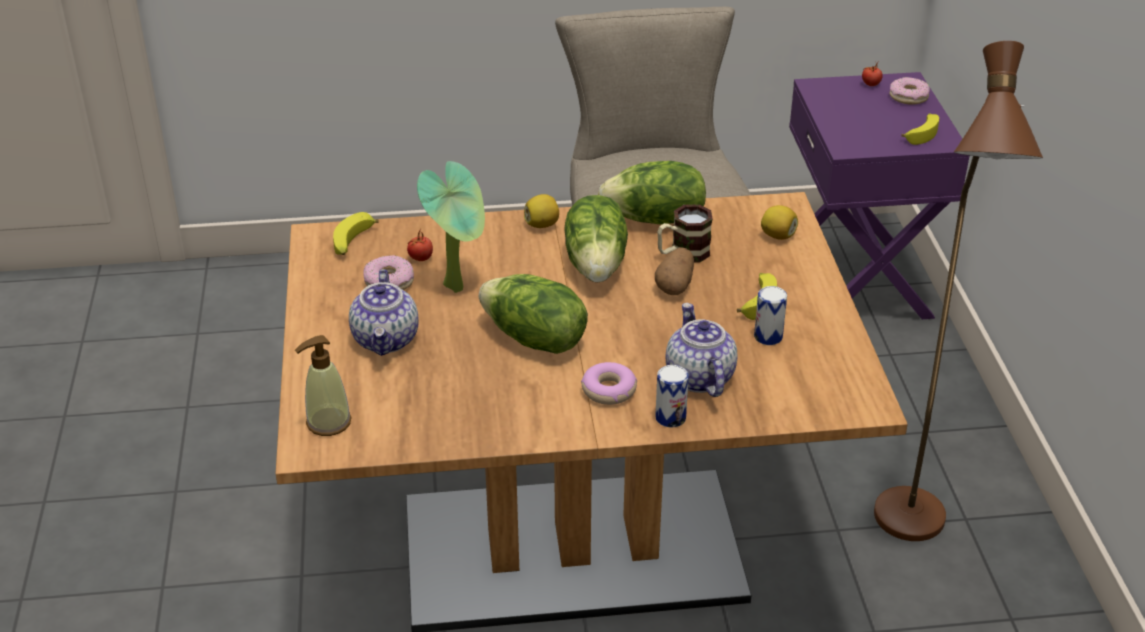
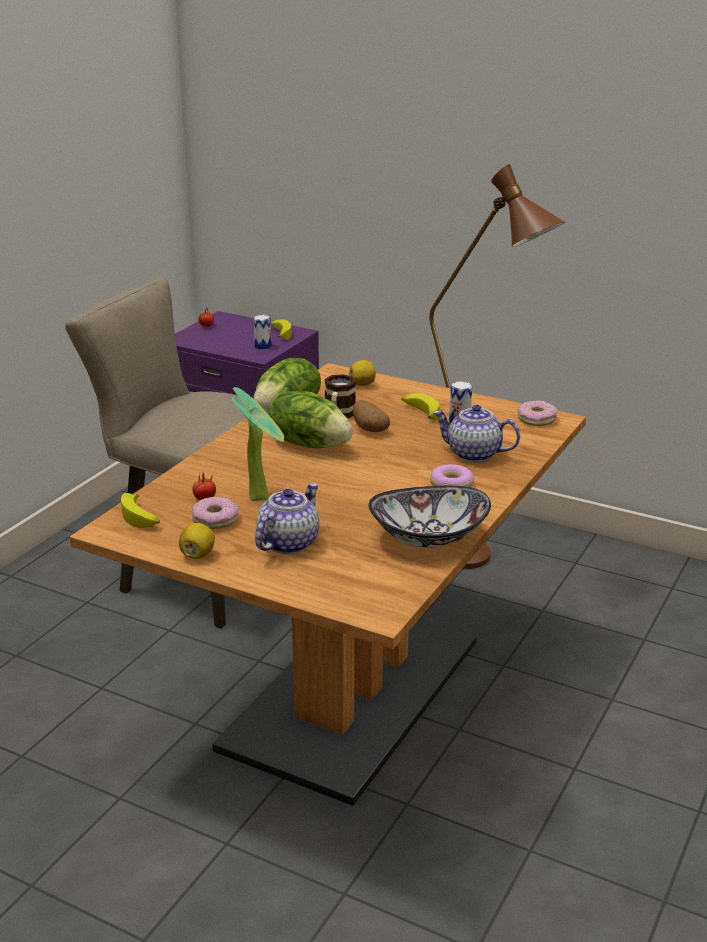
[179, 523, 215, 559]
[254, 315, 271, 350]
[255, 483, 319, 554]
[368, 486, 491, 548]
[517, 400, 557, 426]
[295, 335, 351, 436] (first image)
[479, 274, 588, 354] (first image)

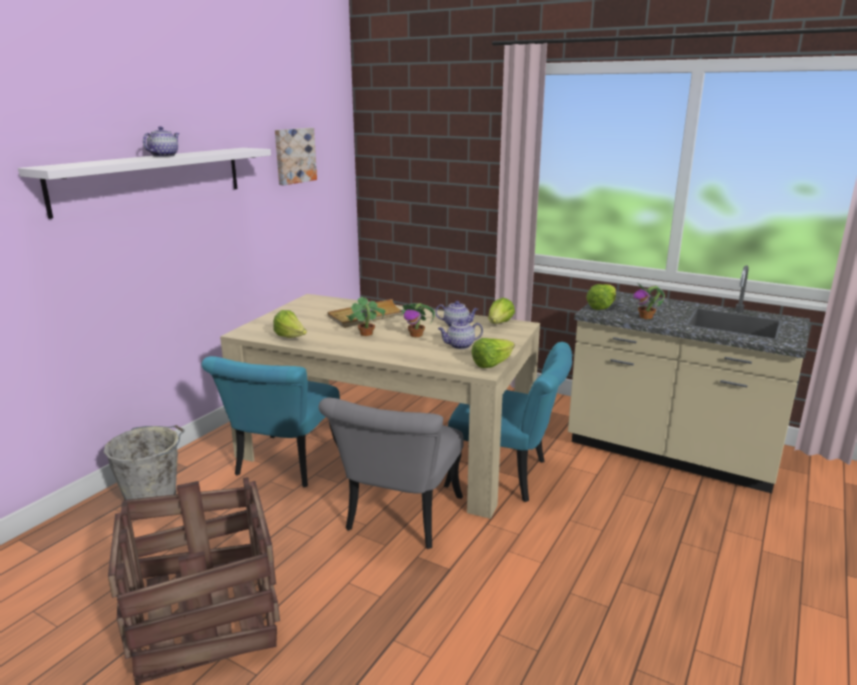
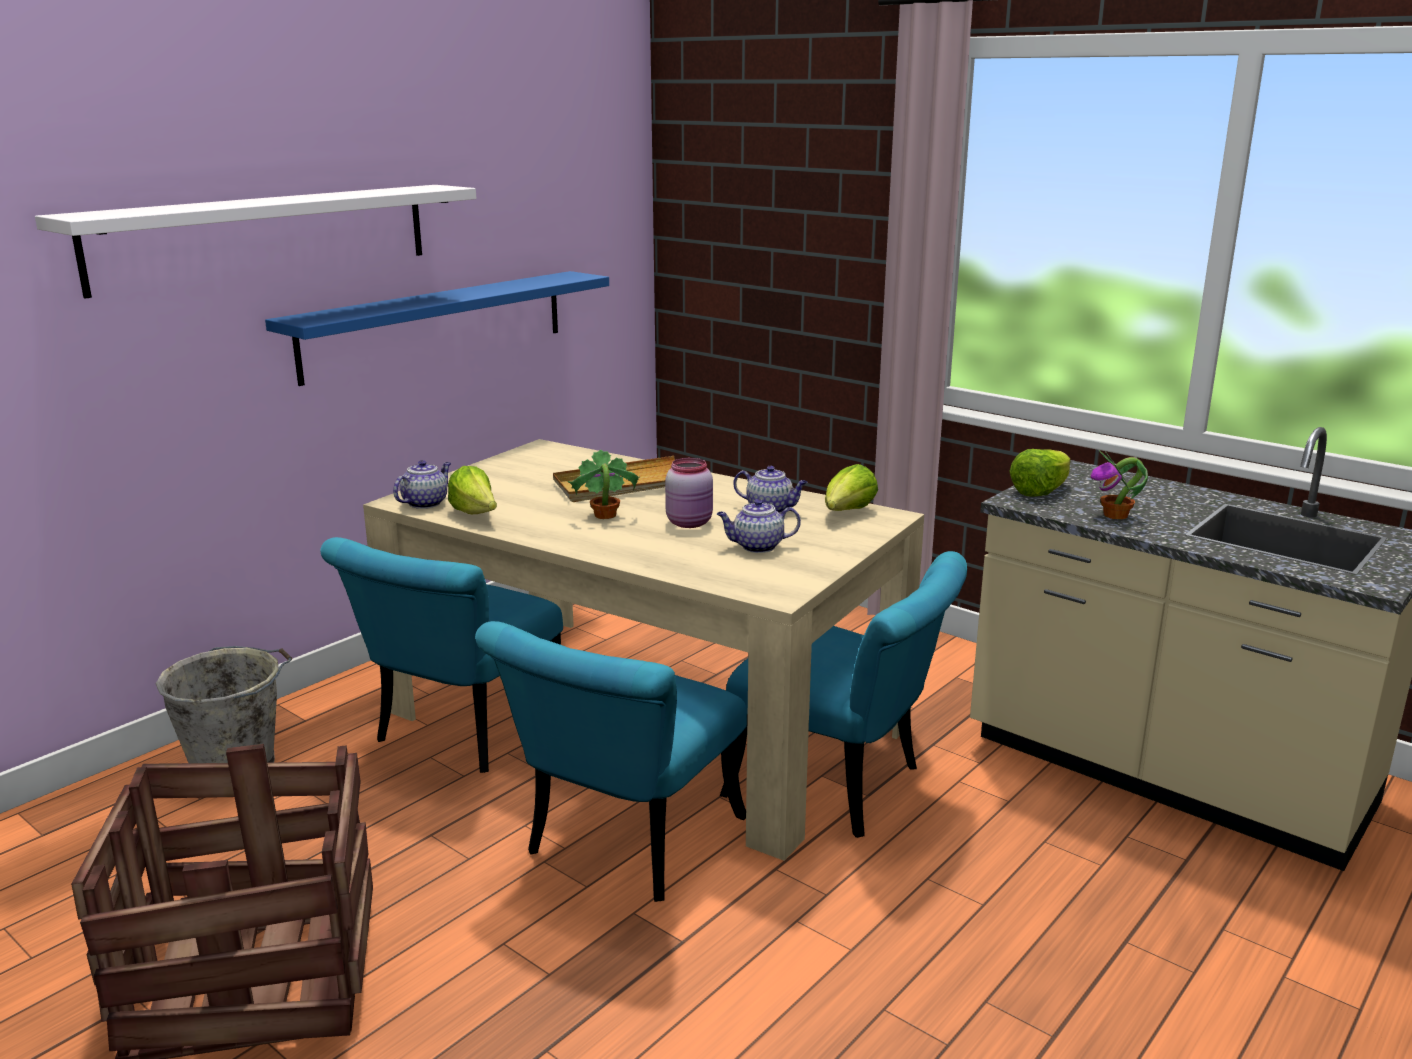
[265, 271, 609, 386]
[393, 460, 451, 509]
[475, 621, 747, 902]
[665, 458, 713, 528]
[275, 128, 317, 185] (first image)
[471, 338, 515, 368] (first image)

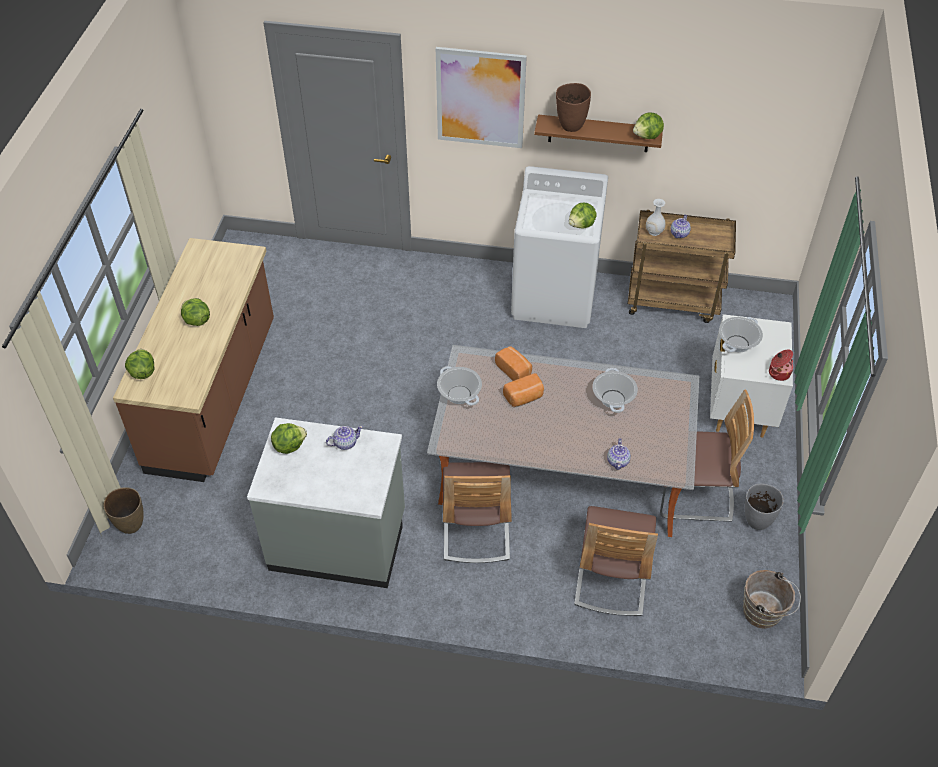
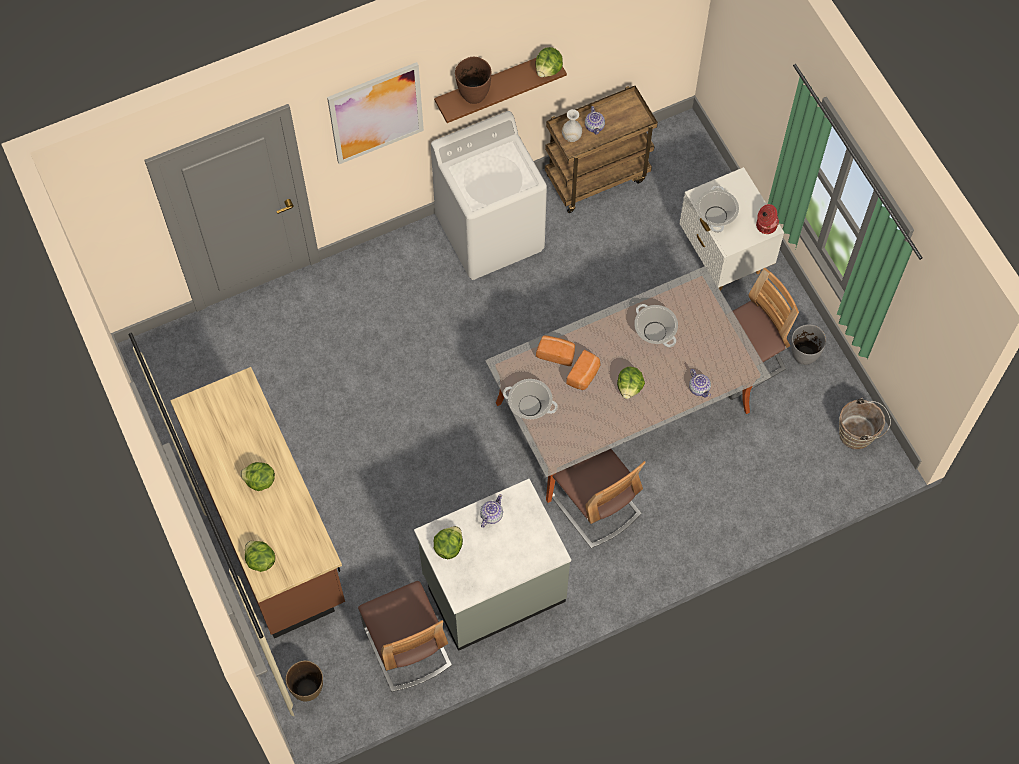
[358, 581, 452, 692]
[617, 367, 645, 399]

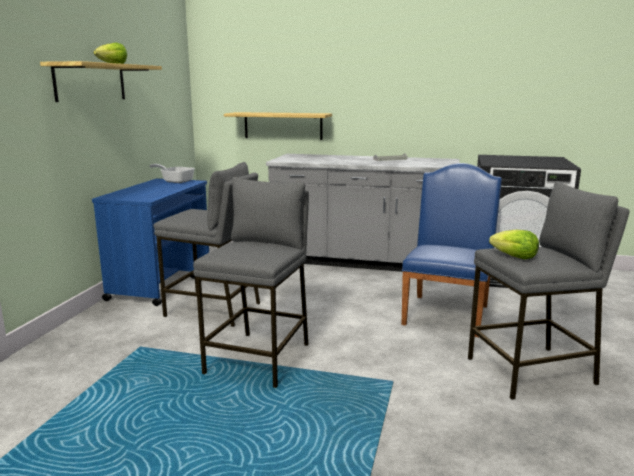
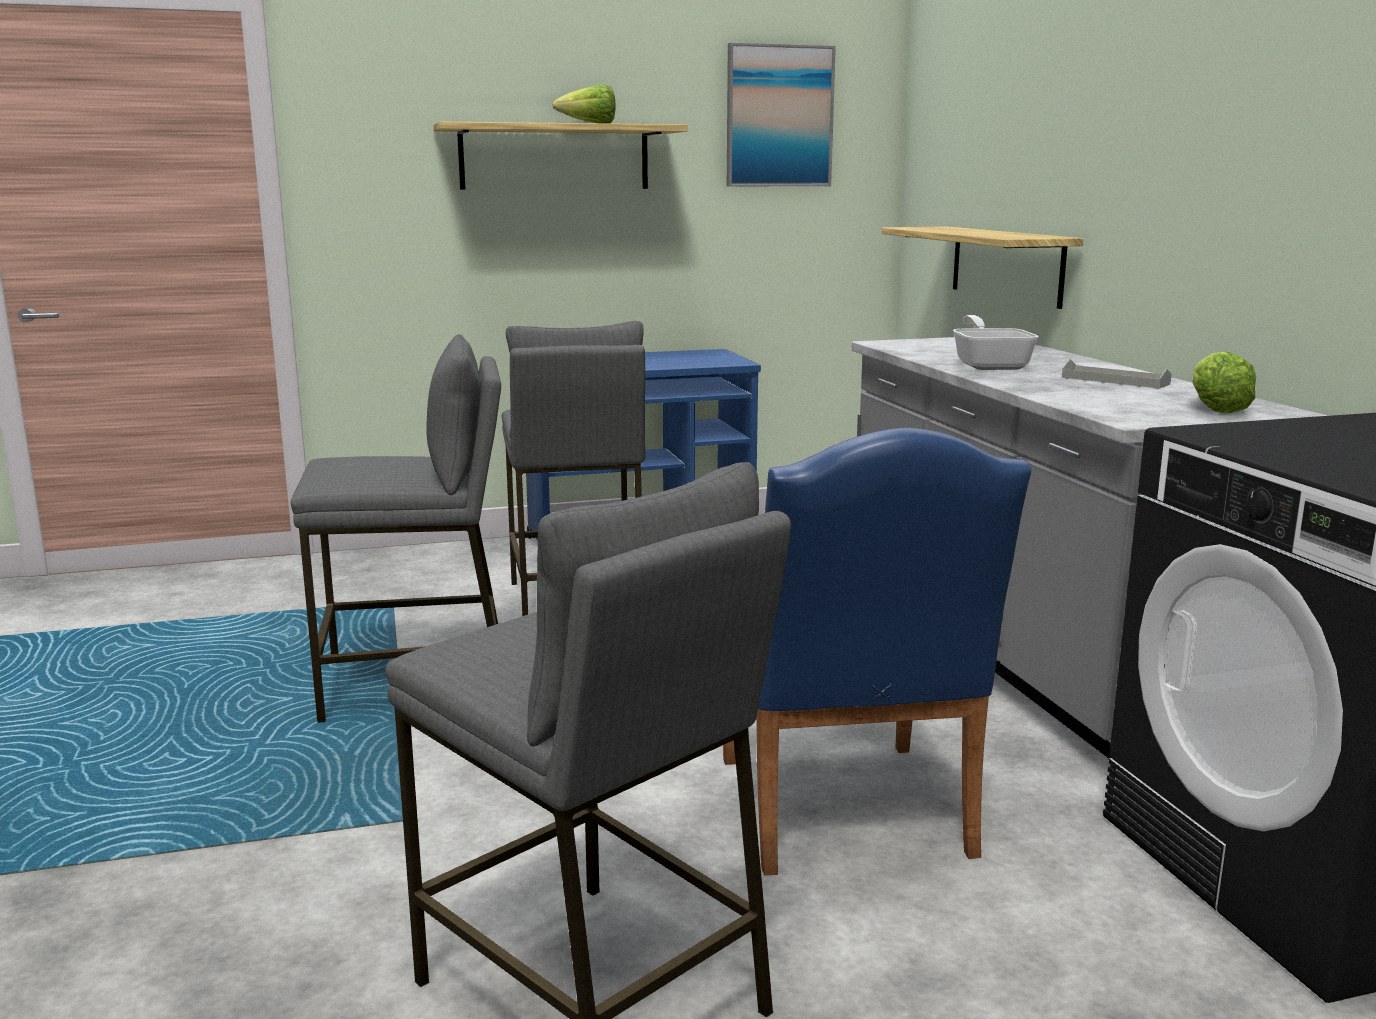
[723, 428, 1031, 876]
[727, 43, 836, 186]
[953, 315, 1039, 370]
[1192, 351, 1256, 414]

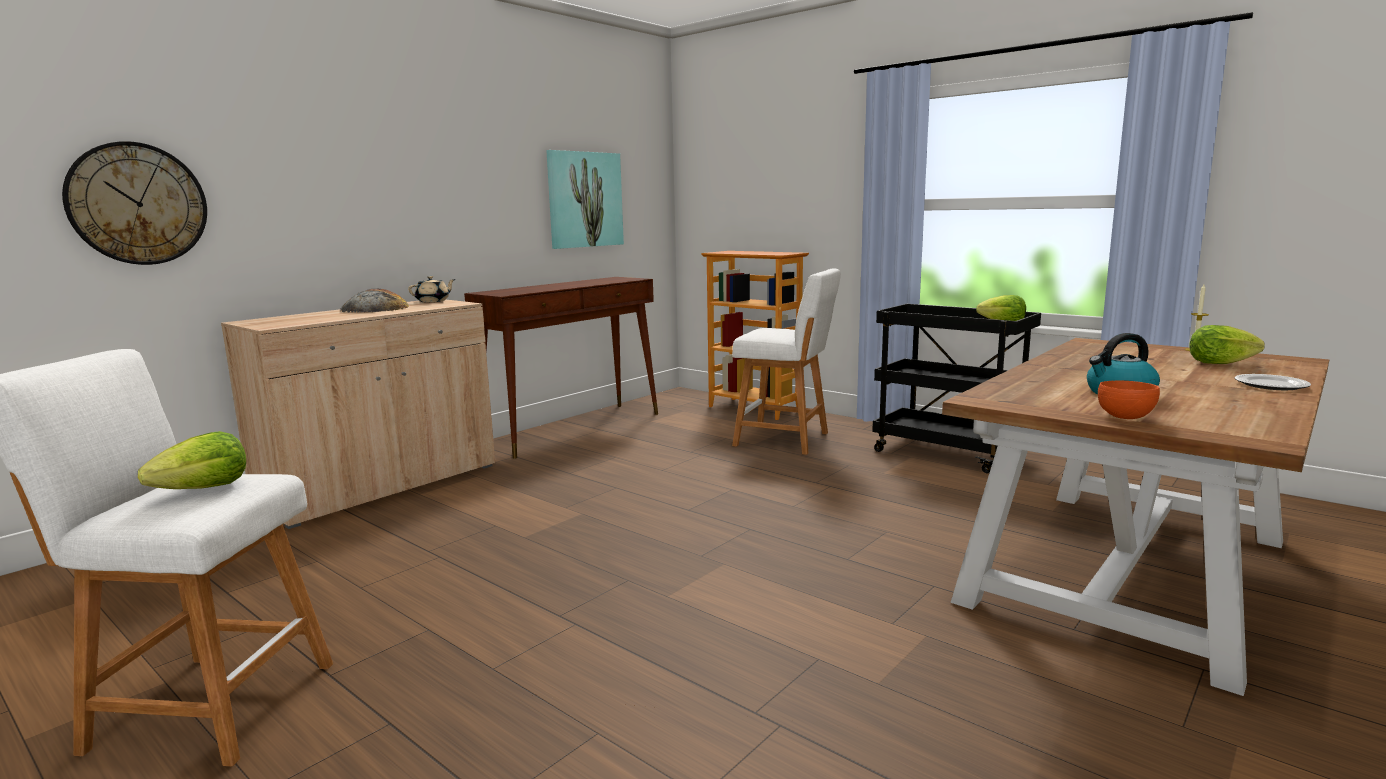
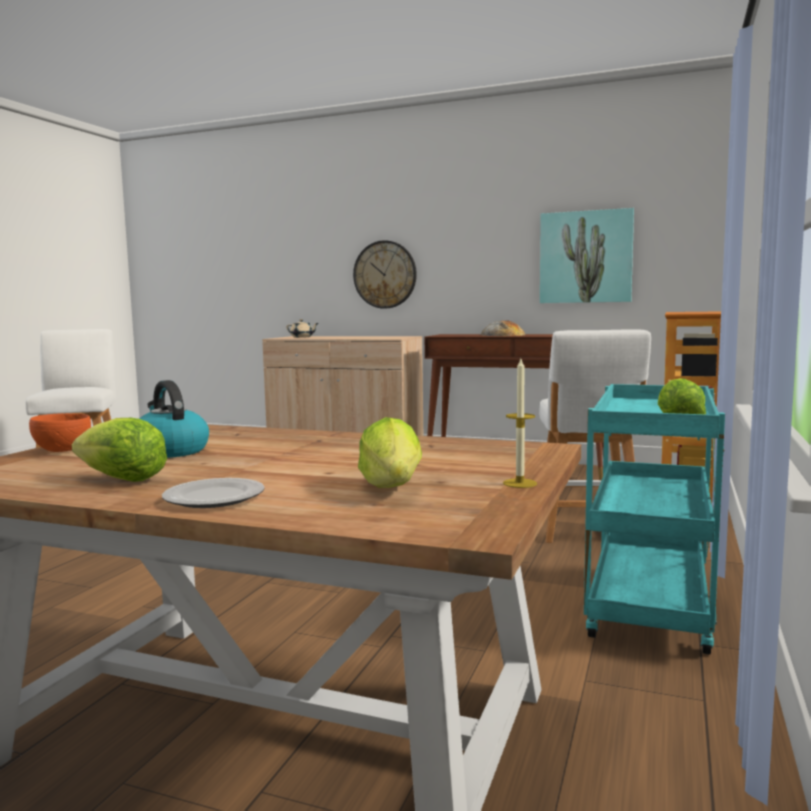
[72, 418, 167, 482]
[286, 319, 318, 338]
[353, 240, 417, 309]
[480, 320, 525, 336]
[584, 384, 725, 655]

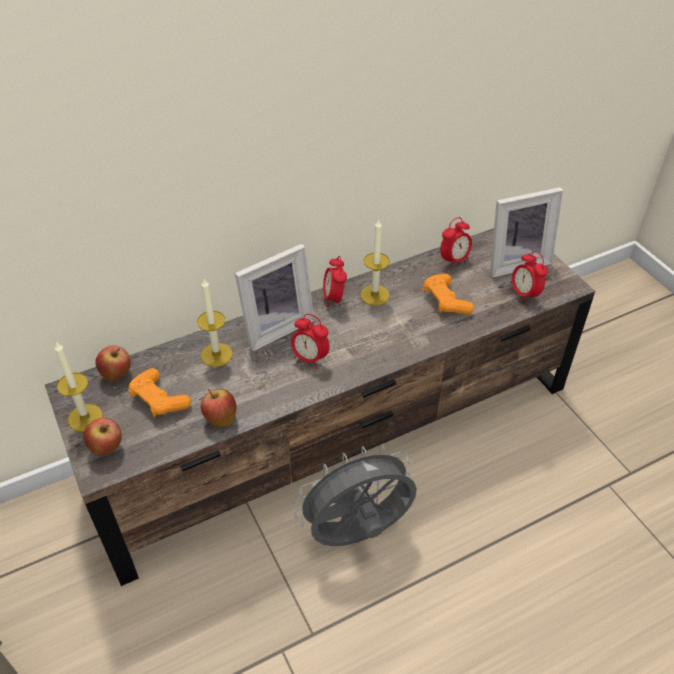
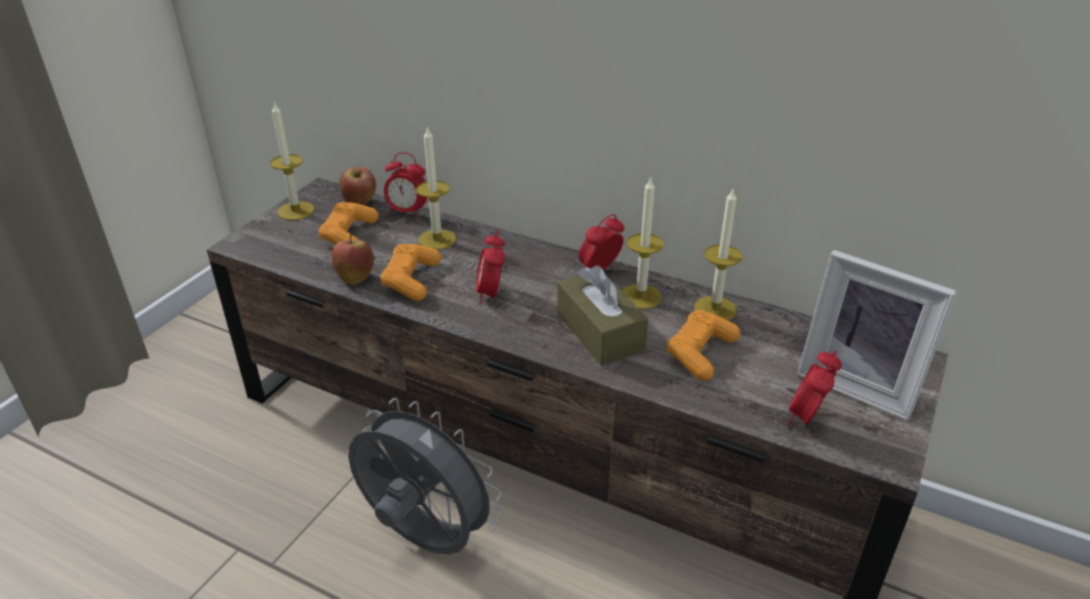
[380, 244, 441, 301]
[384, 152, 428, 219]
[557, 265, 648, 366]
[694, 187, 742, 320]
[83, 418, 122, 456] (first image)
[235, 244, 314, 351] (first image)

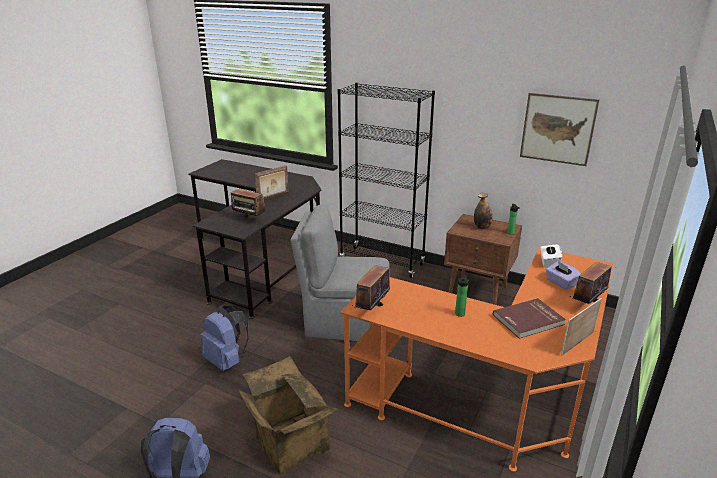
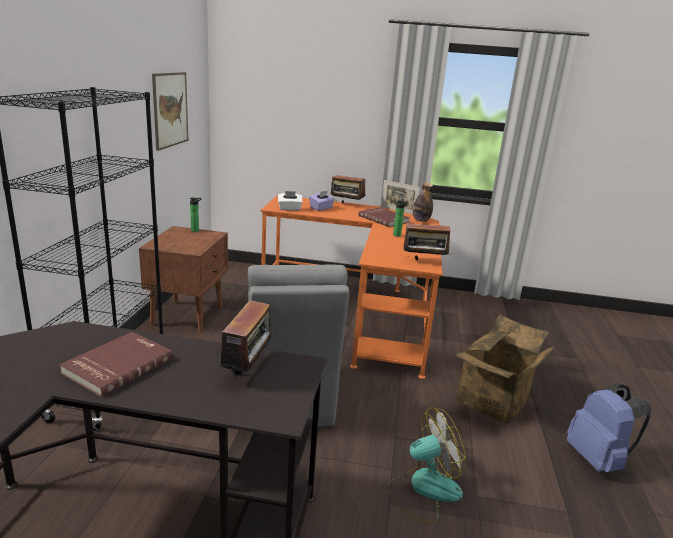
[59, 332, 173, 397]
[387, 407, 466, 524]
[413, 183, 433, 222]

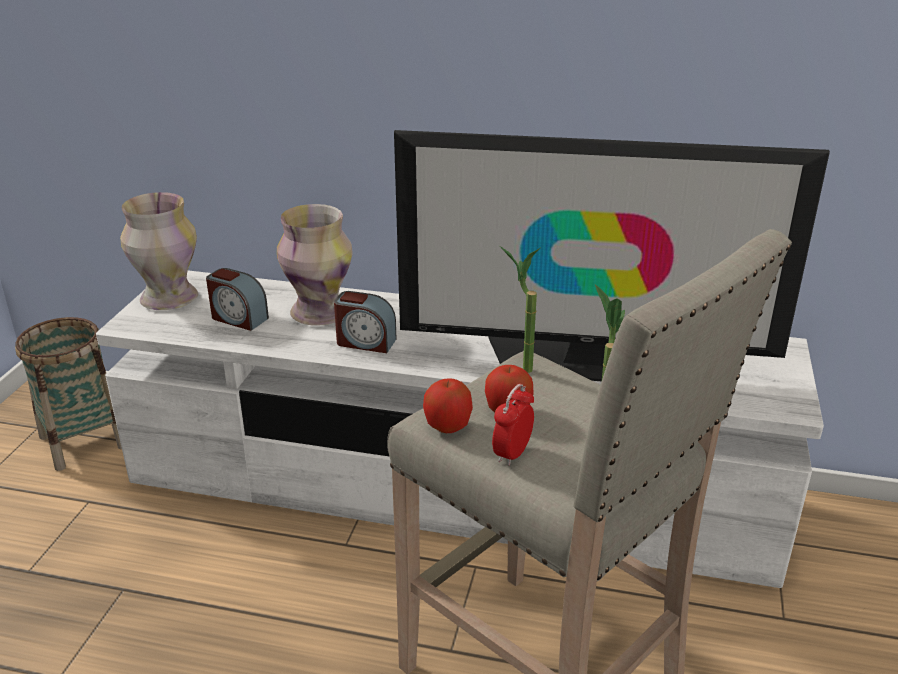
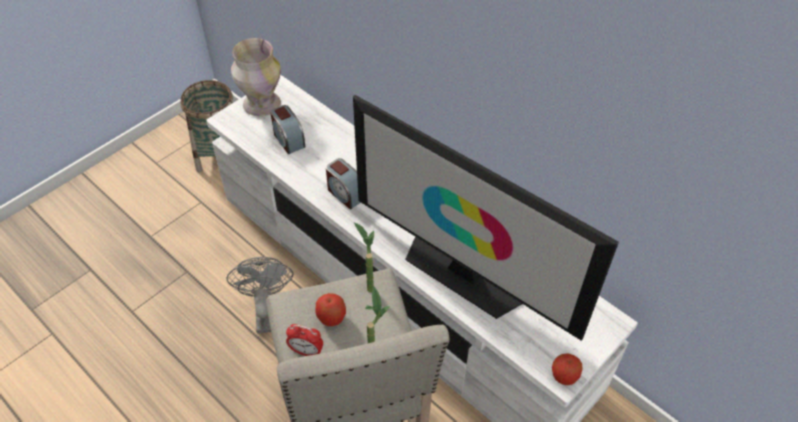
[227, 257, 293, 334]
[286, 324, 323, 356]
[552, 354, 583, 385]
[277, 204, 353, 326] (first image)

